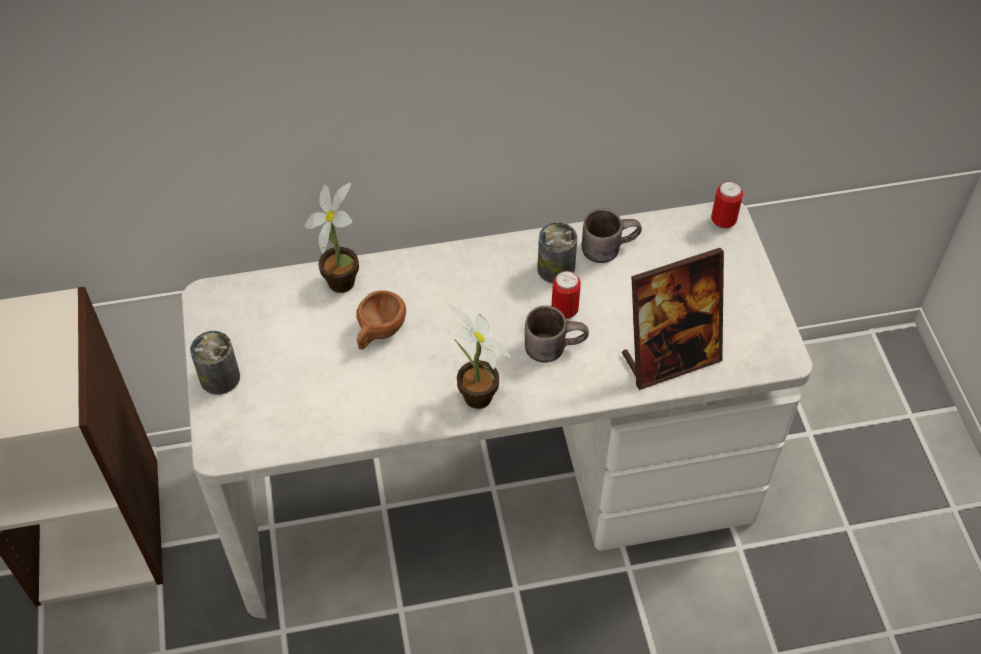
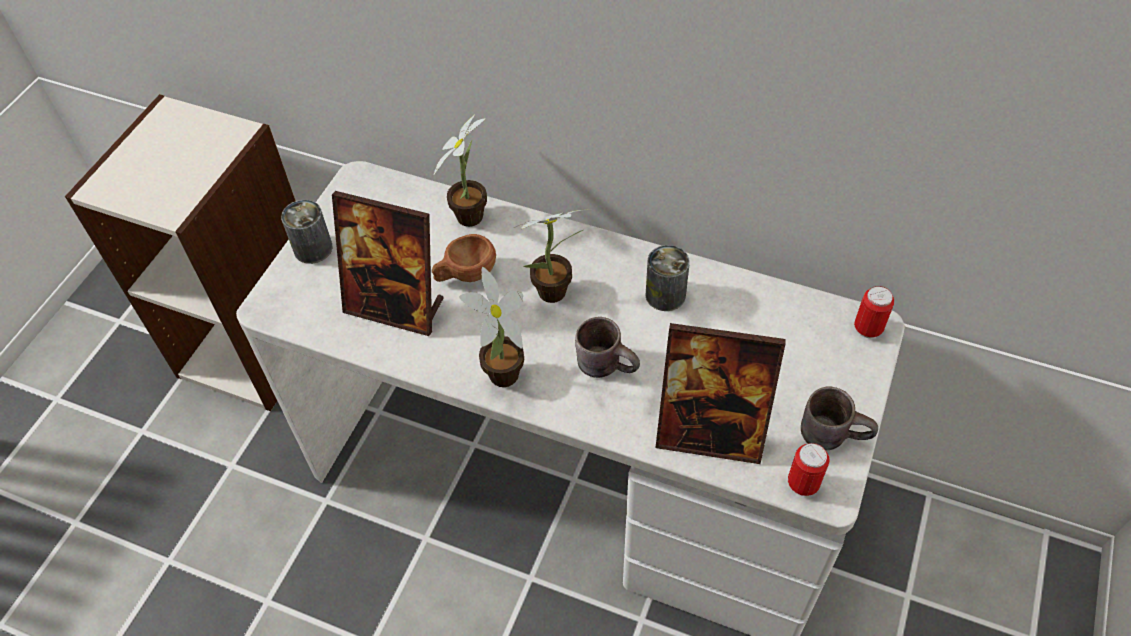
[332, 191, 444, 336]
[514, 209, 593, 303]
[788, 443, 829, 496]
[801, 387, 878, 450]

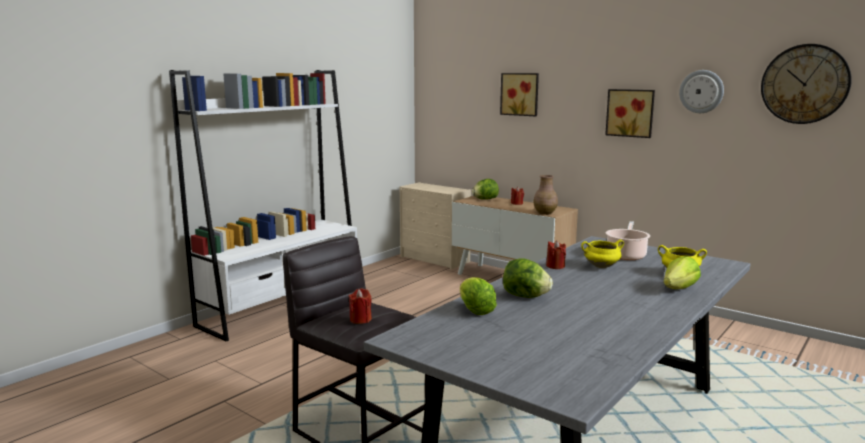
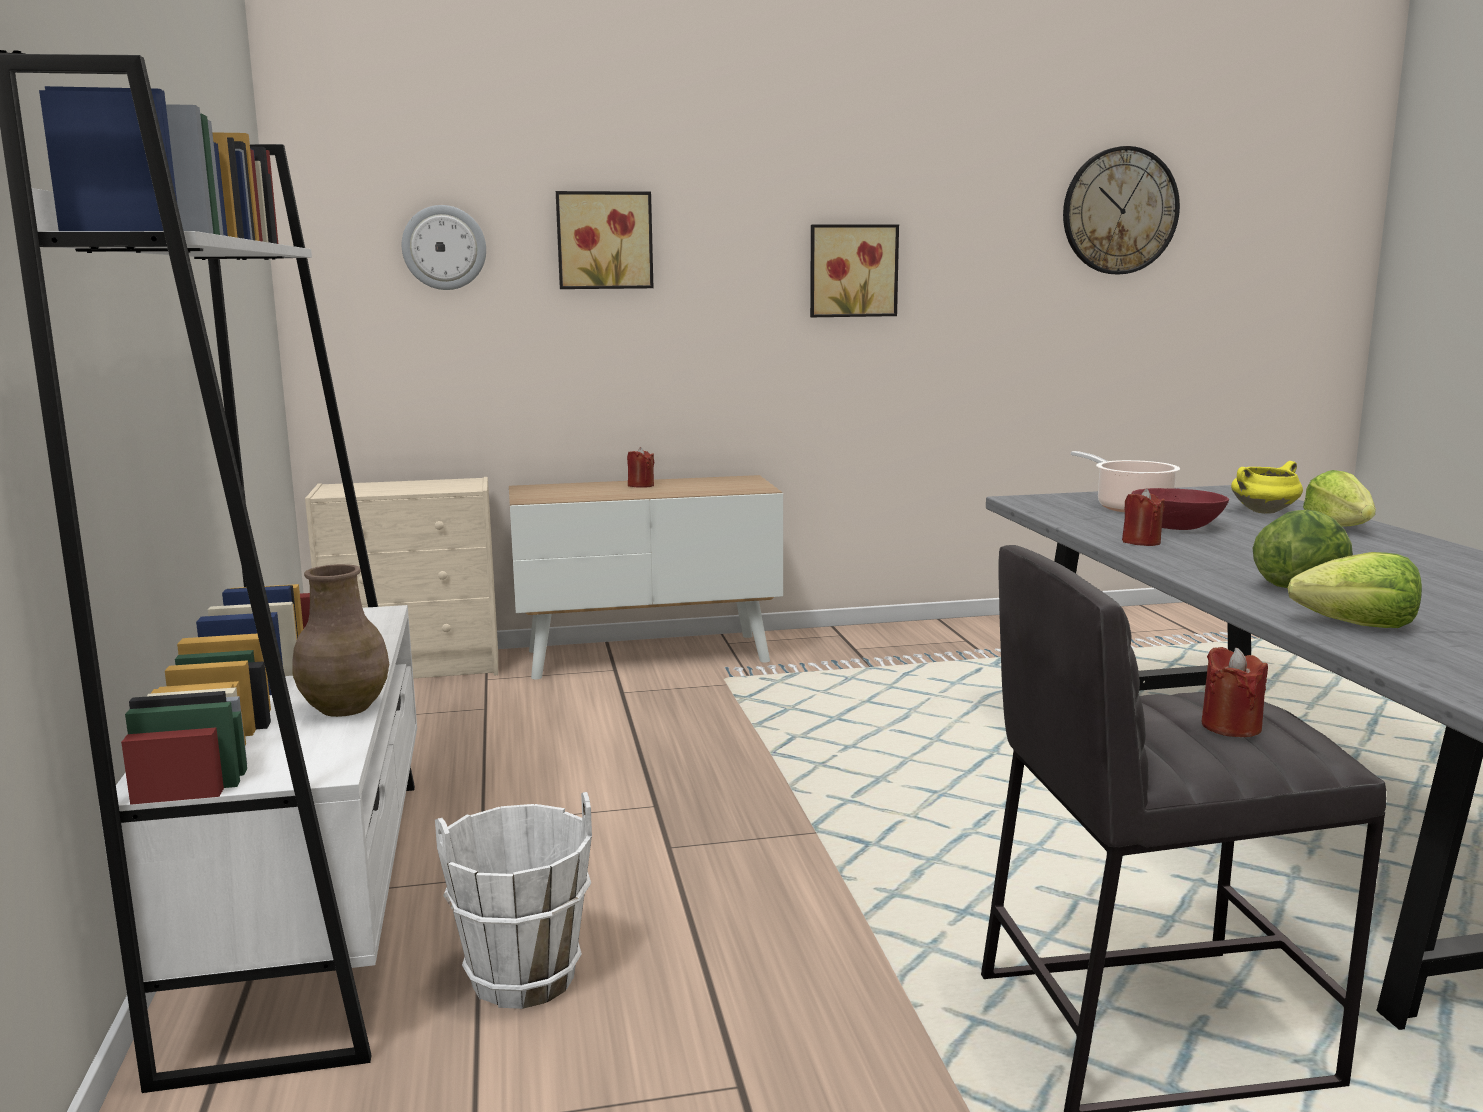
[292, 564, 389, 717]
[402, 205, 486, 290]
[435, 792, 592, 1009]
[1131, 488, 1229, 530]
[472, 179, 499, 200] (first image)

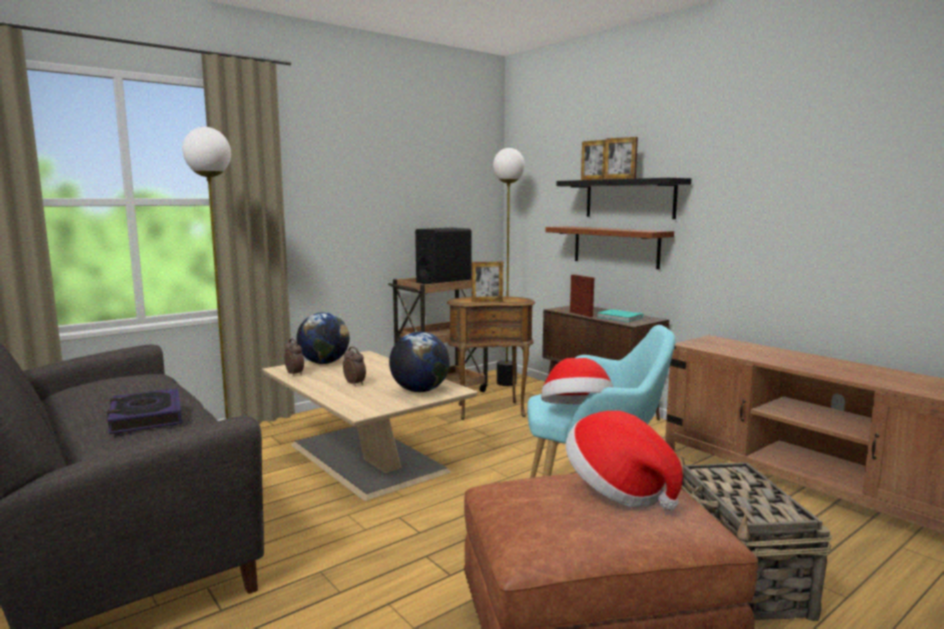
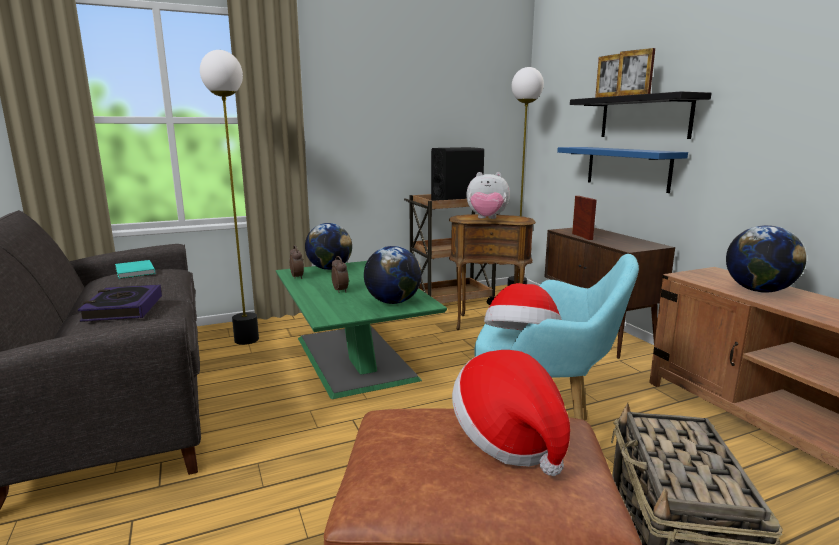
[115, 260, 155, 279]
[276, 261, 447, 399]
[466, 172, 510, 219]
[557, 147, 688, 193]
[726, 225, 806, 293]

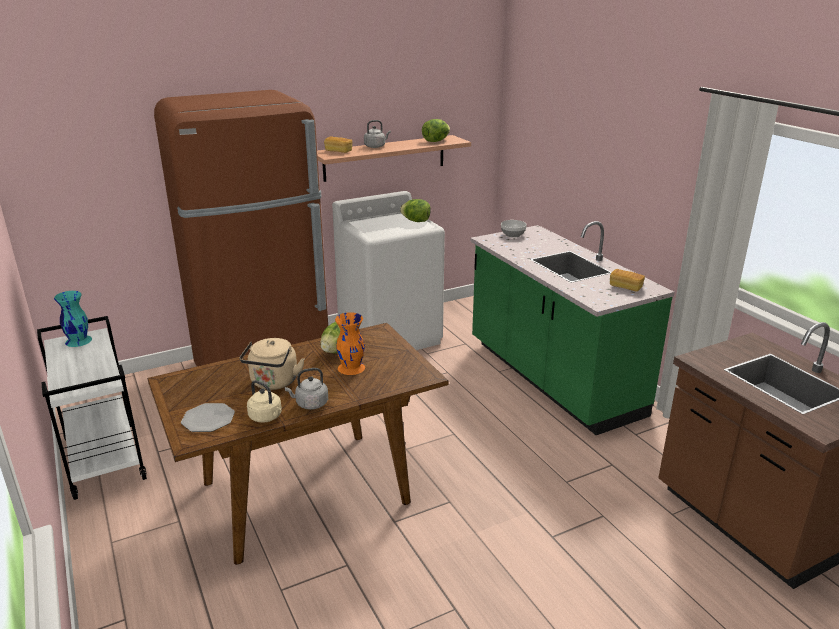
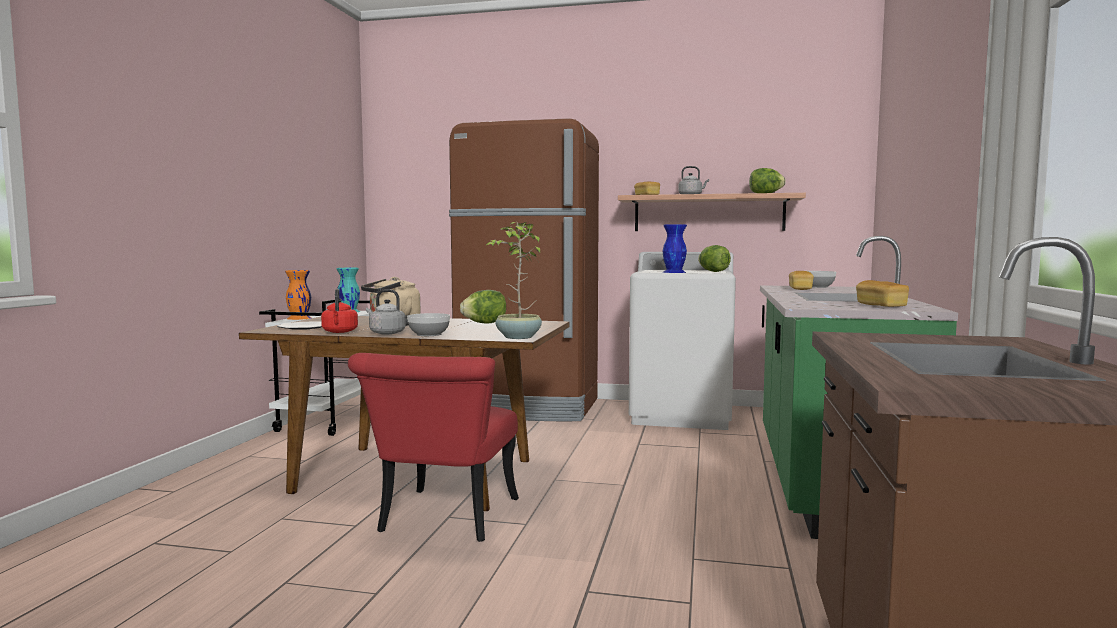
[285, 270, 312, 320]
[321, 289, 358, 333]
[348, 353, 519, 542]
[407, 313, 450, 336]
[486, 222, 542, 339]
[663, 224, 687, 273]
[789, 271, 814, 290]

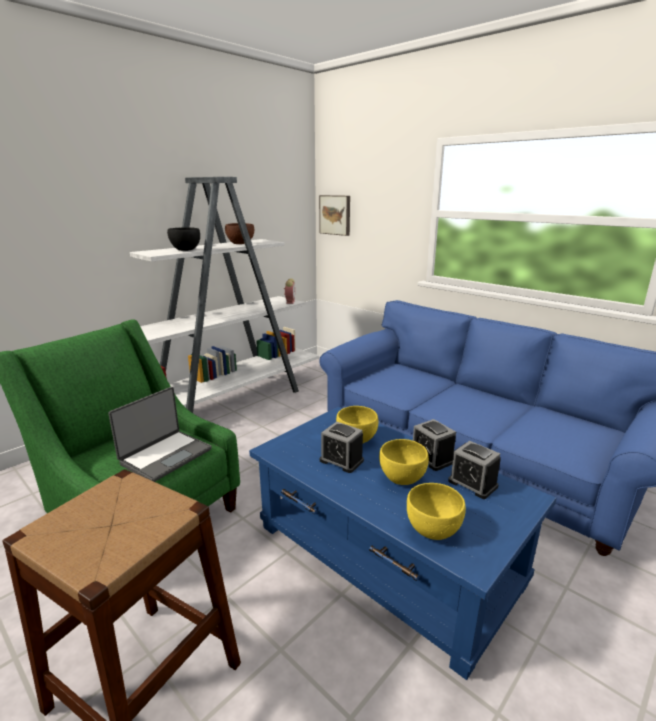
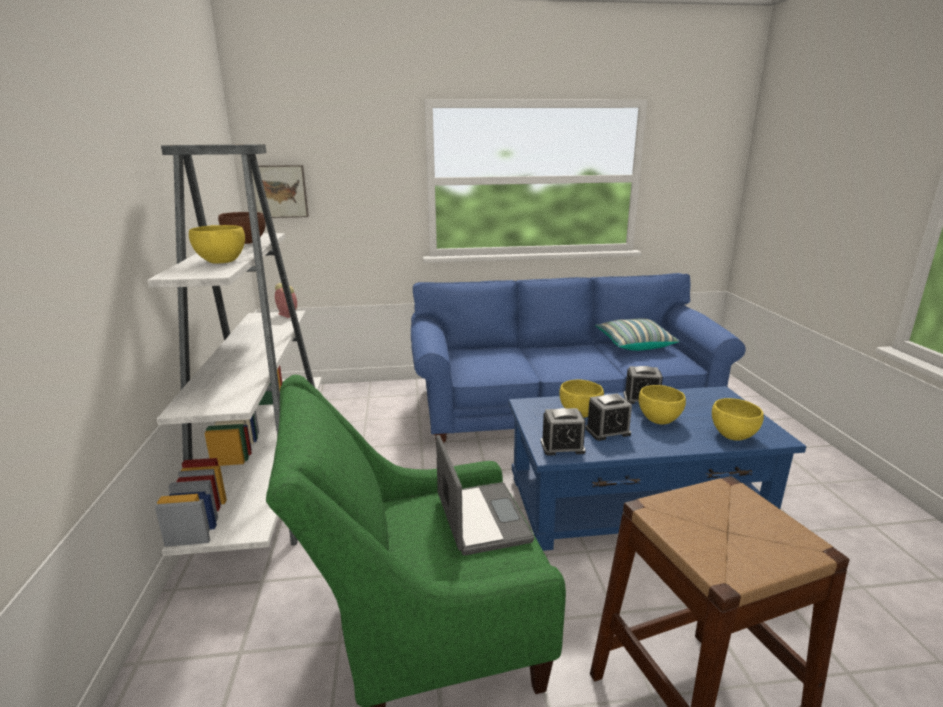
[189, 225, 245, 263]
[541, 408, 586, 456]
[595, 318, 679, 351]

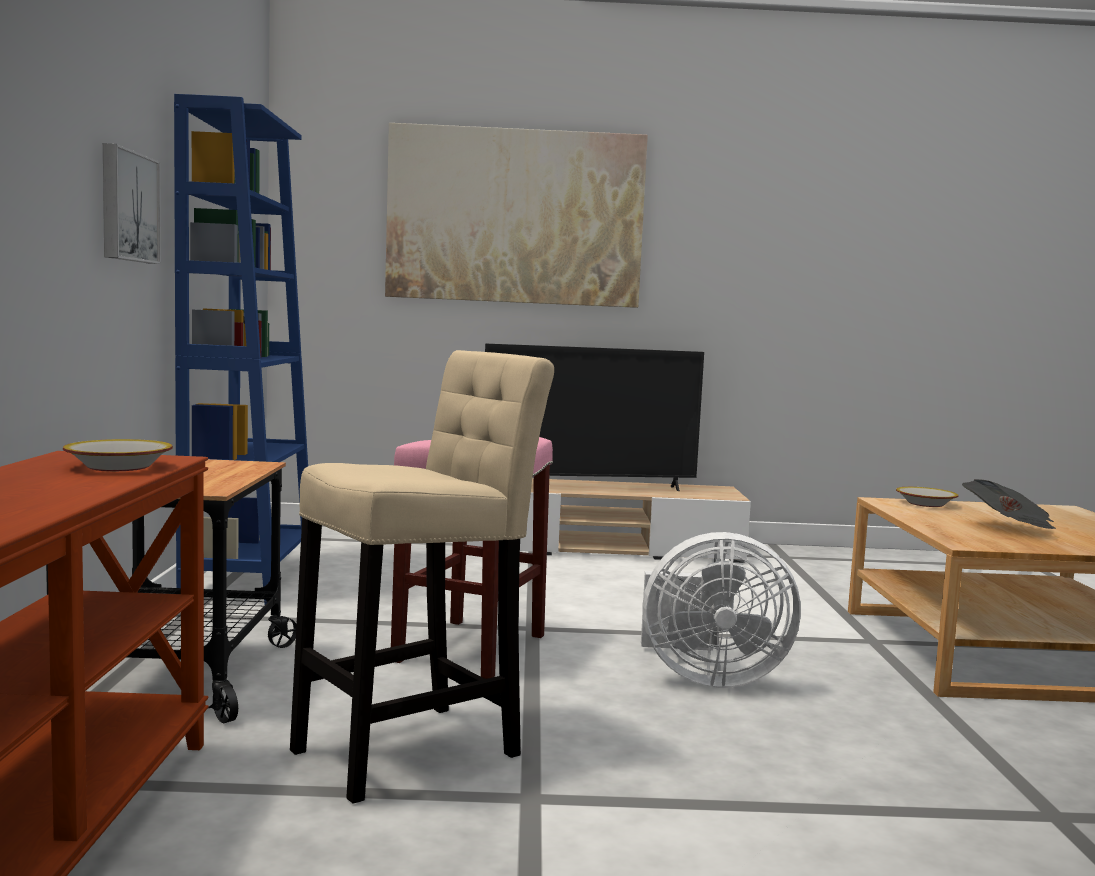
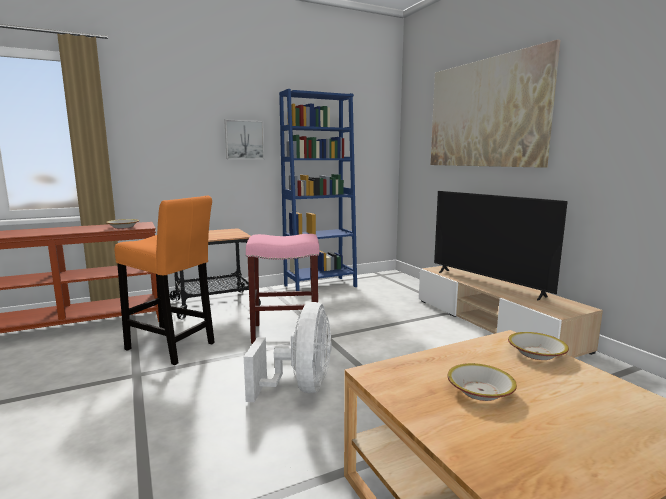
[115, 196, 215, 365]
[244, 302, 332, 402]
[447, 363, 517, 401]

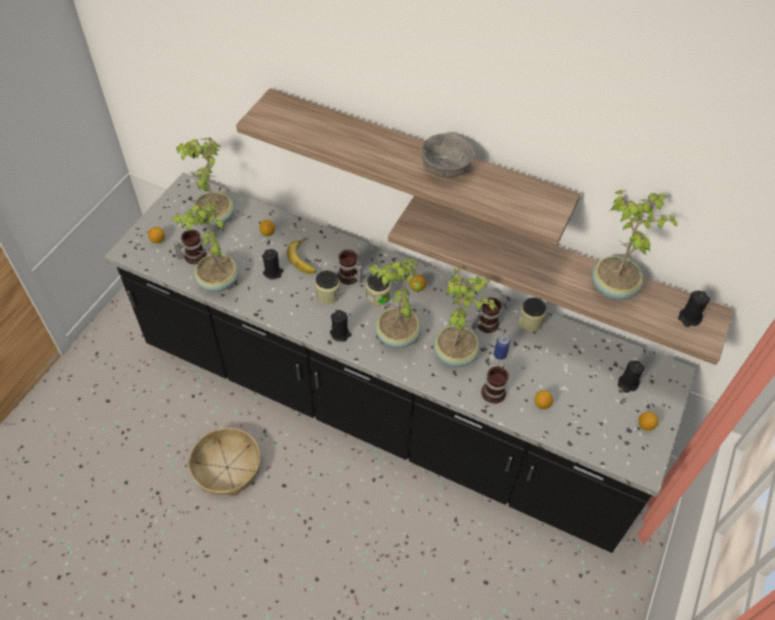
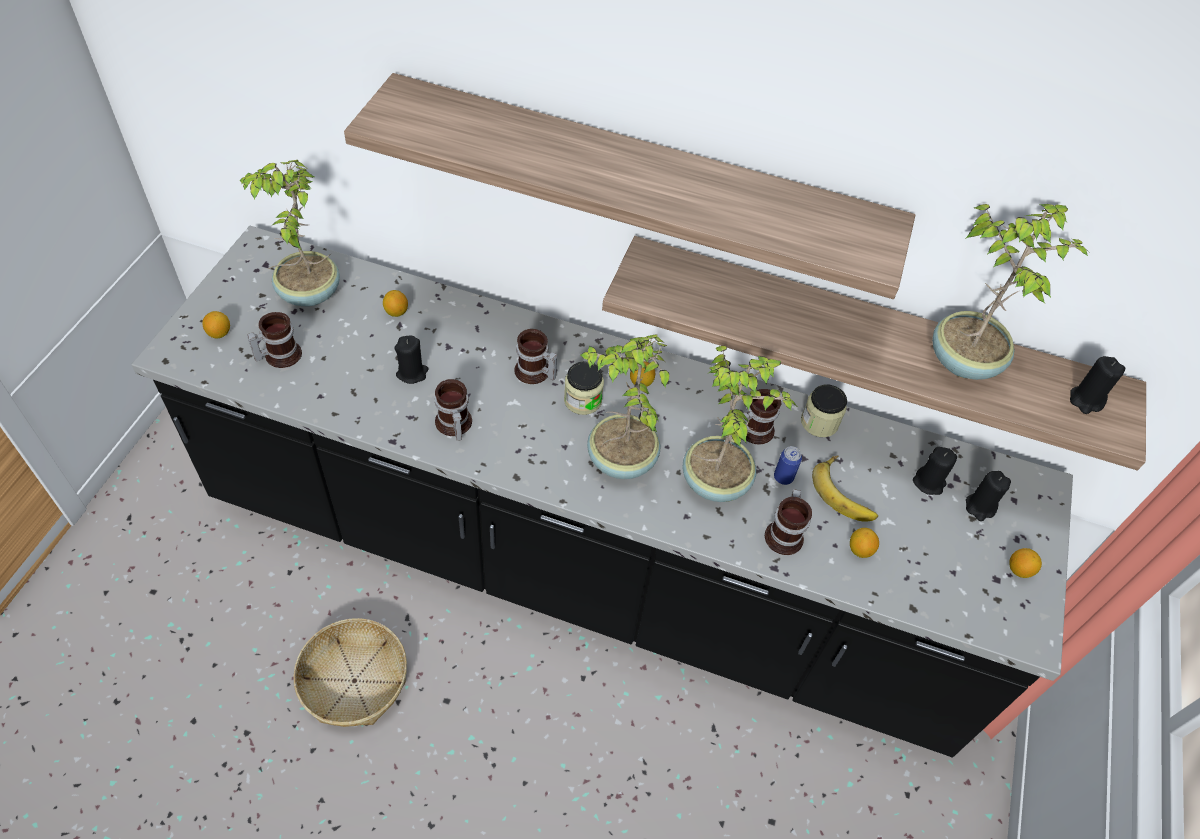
[435, 379, 472, 441]
[812, 455, 878, 522]
[913, 447, 957, 495]
[172, 200, 239, 292] (first image)
[315, 270, 341, 304] (first image)
[421, 133, 475, 178] (first image)

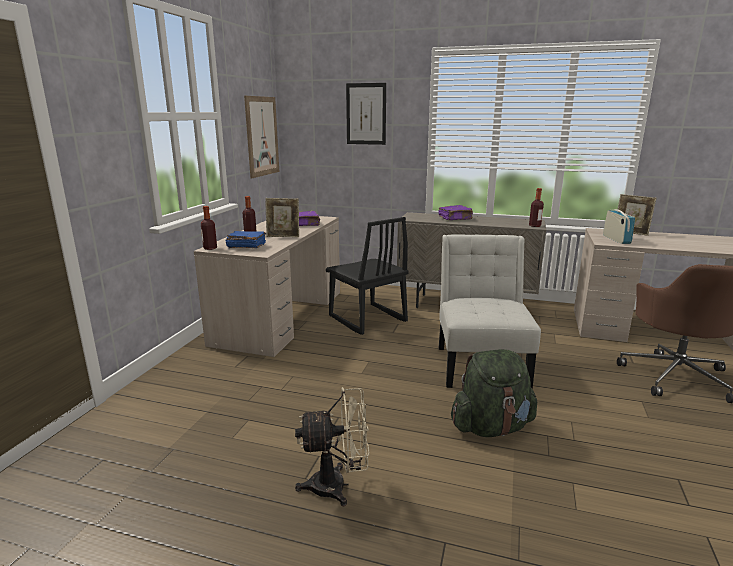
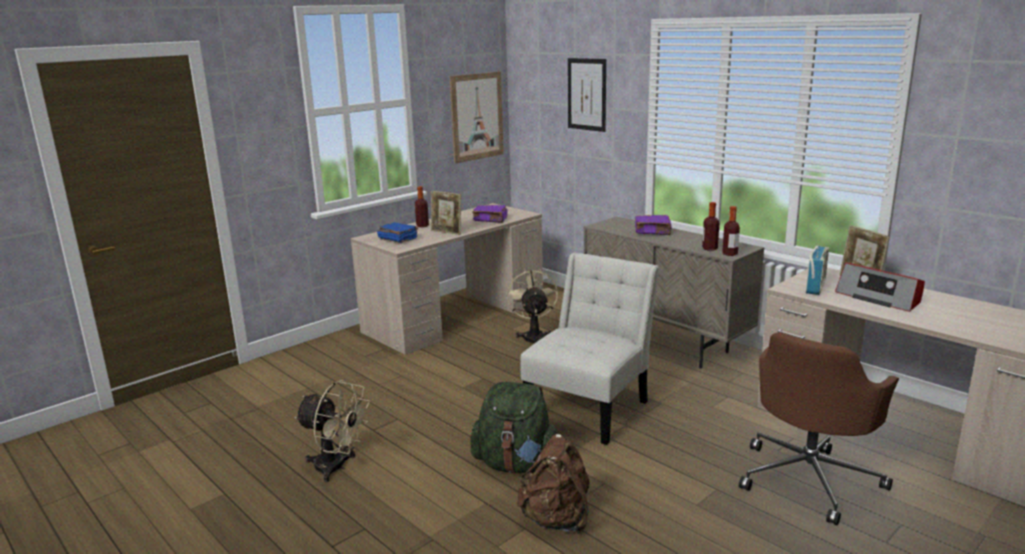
[506, 269, 558, 344]
[517, 434, 590, 533]
[702, 202, 719, 251]
[835, 263, 925, 312]

